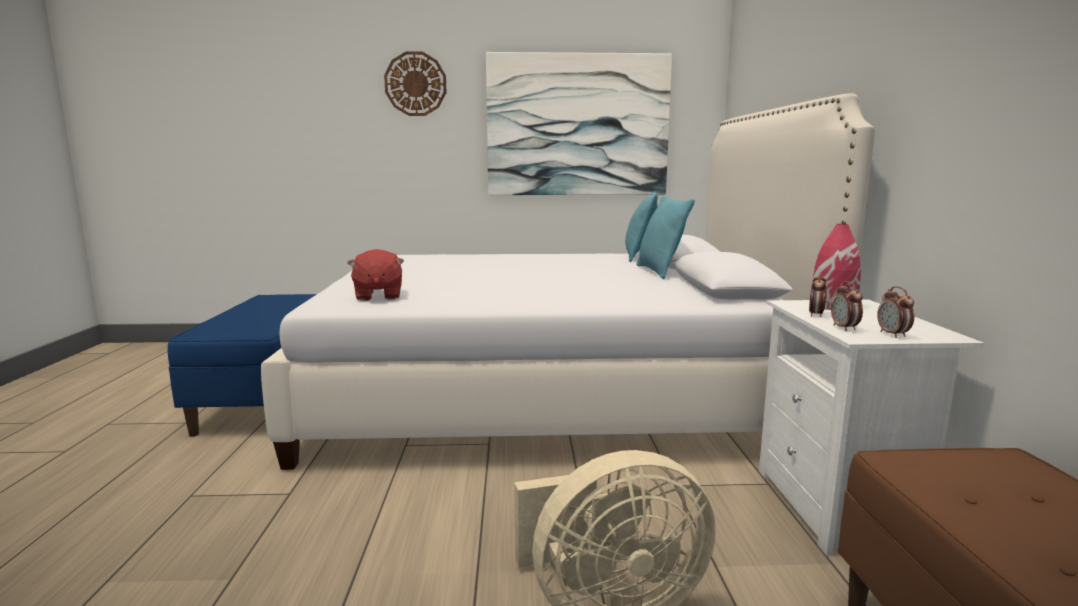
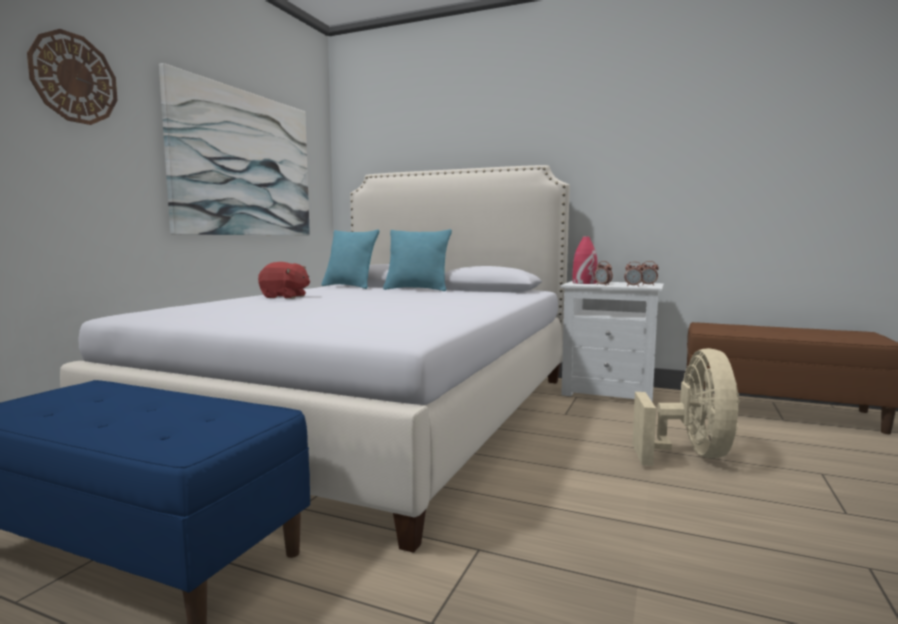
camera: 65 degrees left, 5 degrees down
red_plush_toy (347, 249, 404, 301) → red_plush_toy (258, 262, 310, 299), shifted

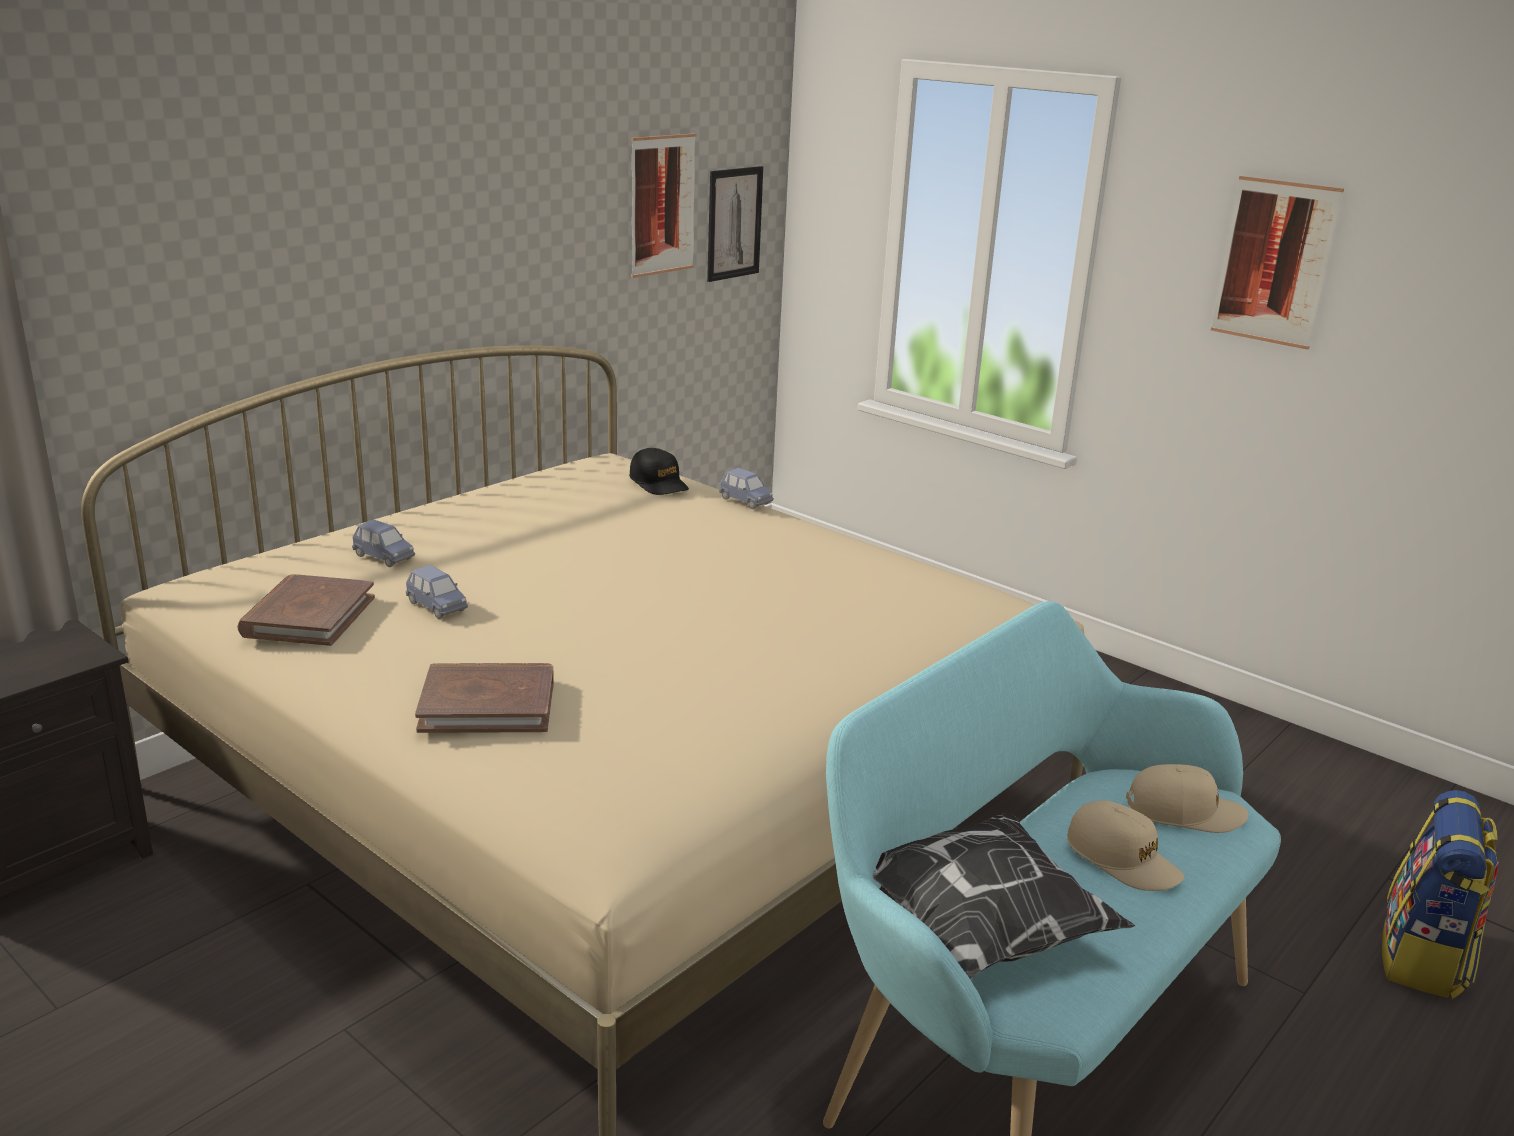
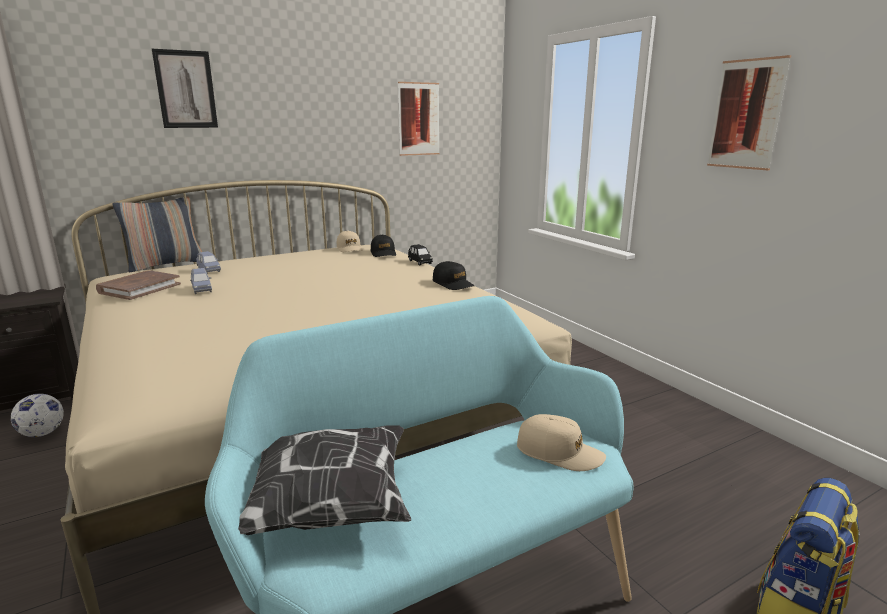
camera: 20 degrees right, 5 degrees down
brown_book (415, 663, 554, 733) → -
- → football (11, 393, 64, 437)
- → pillow (113, 196, 202, 272)
- → black_cap (433, 261, 474, 290)
picture (707, 166, 763, 282) → picture (152, 49, 218, 128), shifted
beige_cap (1067, 800, 1185, 891) → beige_cap (336, 231, 363, 252), shifted
blue_toy_car (719, 468, 774, 509) → black_toy_car (408, 244, 433, 266)

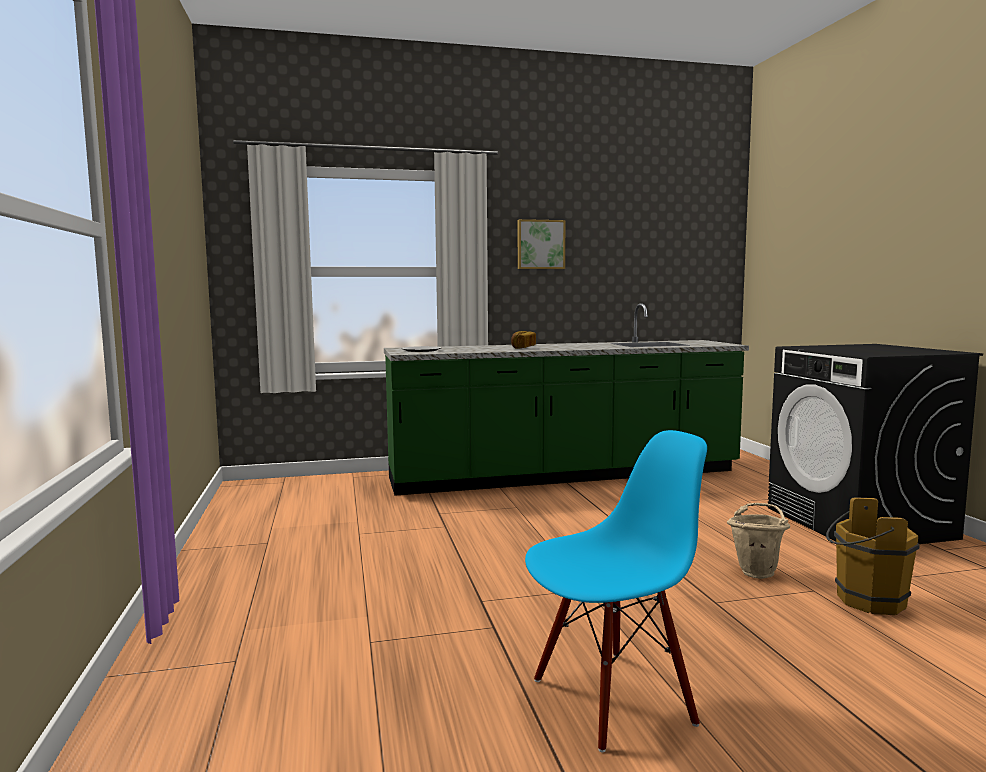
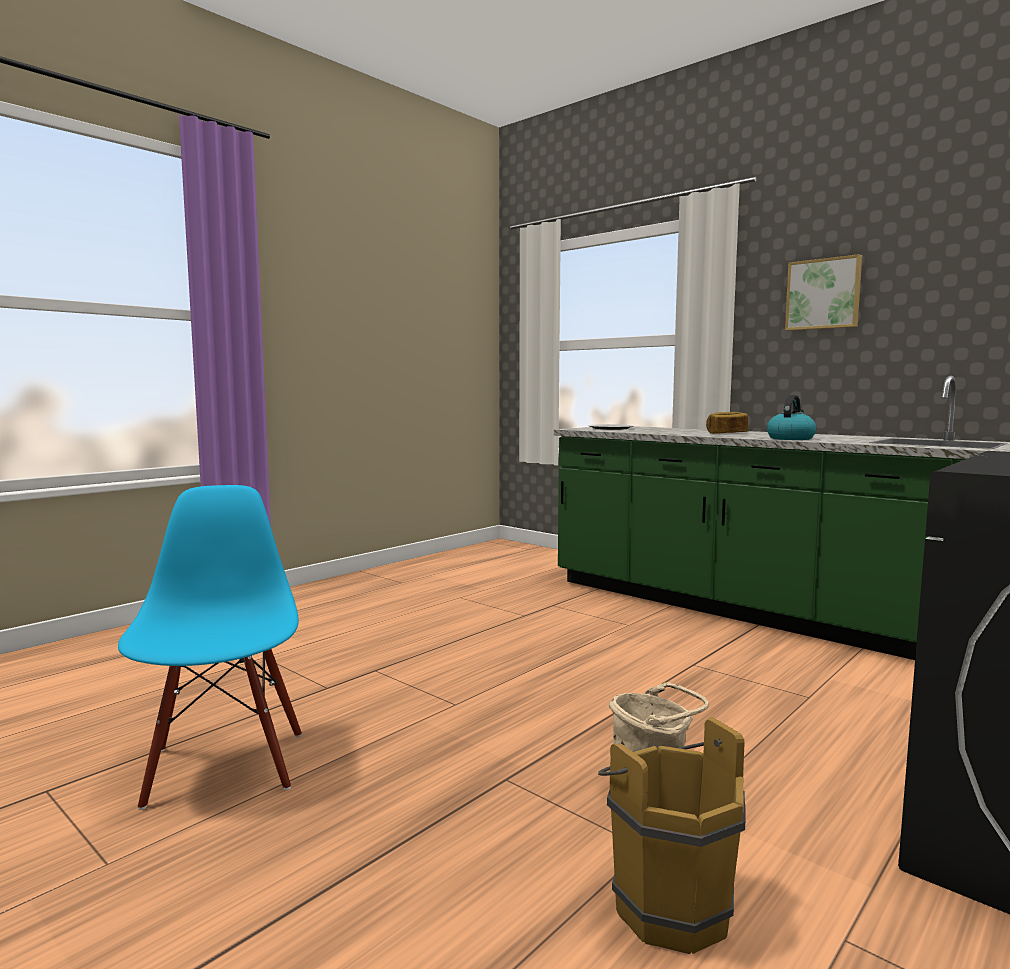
camera: 55 degrees right, 0 degrees up
- → kettle (767, 395, 816, 440)
blue_chair (525, 430, 707, 752) → blue_chair (118, 485, 302, 810), 135 degrees counterclockwise

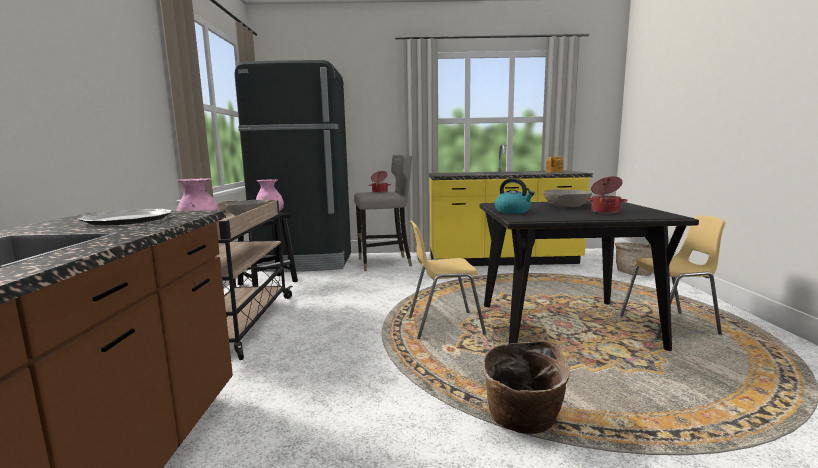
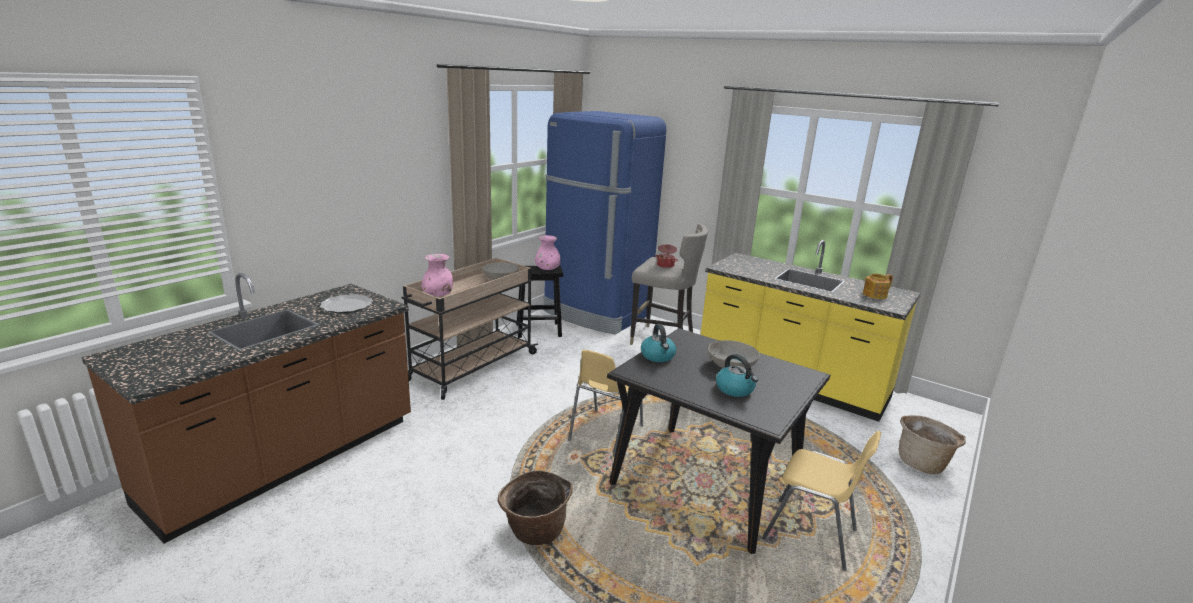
camera: 35 degrees right, 10 degrees up
cooking_pot (586, 176, 627, 213) → kettle (716, 354, 758, 397)
black_fridge (234, 60, 351, 272) → blue_fridge (543, 111, 666, 334)
yellow_chair (409, 221, 486, 339) → yellow_chair (568, 350, 643, 457), 90 degrees counterclockwise

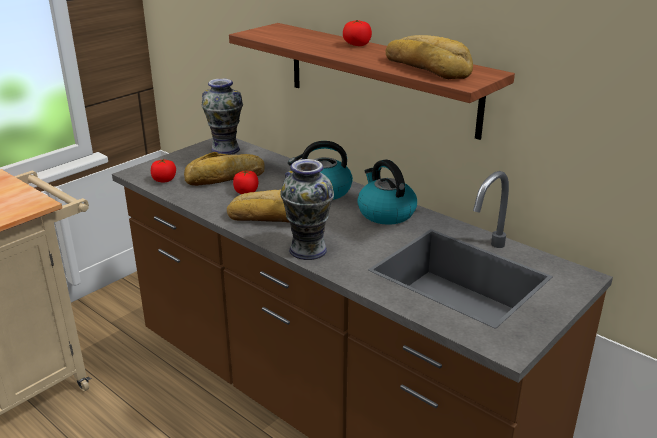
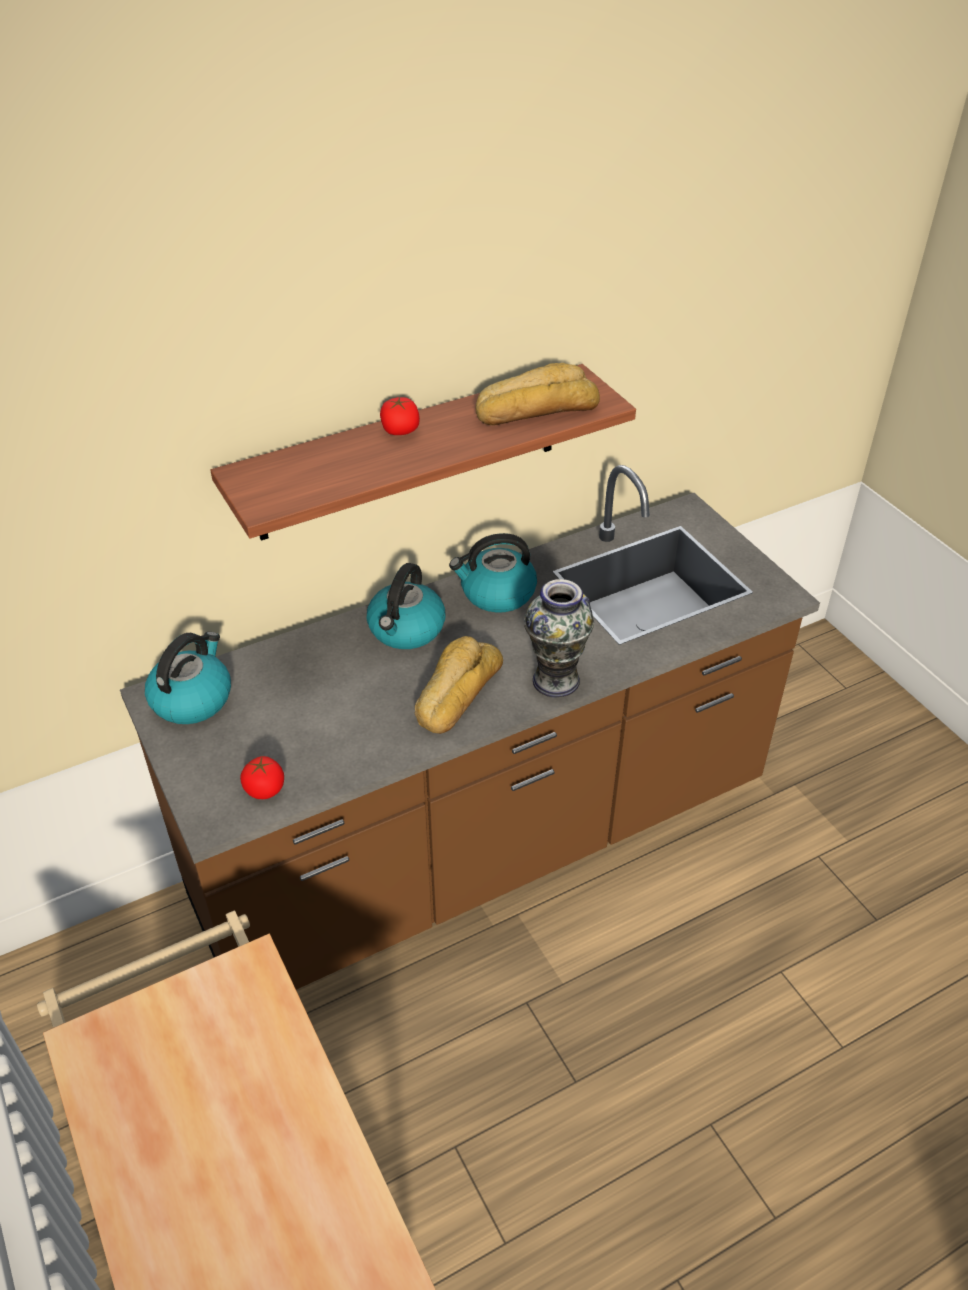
camera: 70 degrees left, 15 degrees up
bread (184, 152, 265, 186) → -
tomato (233, 171, 258, 194) → -
vase (202, 78, 243, 155) → kettle (145, 632, 231, 724)

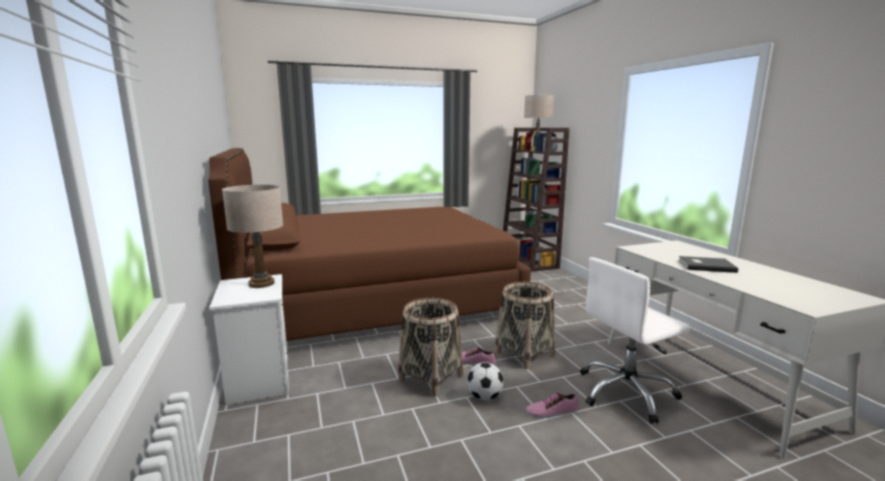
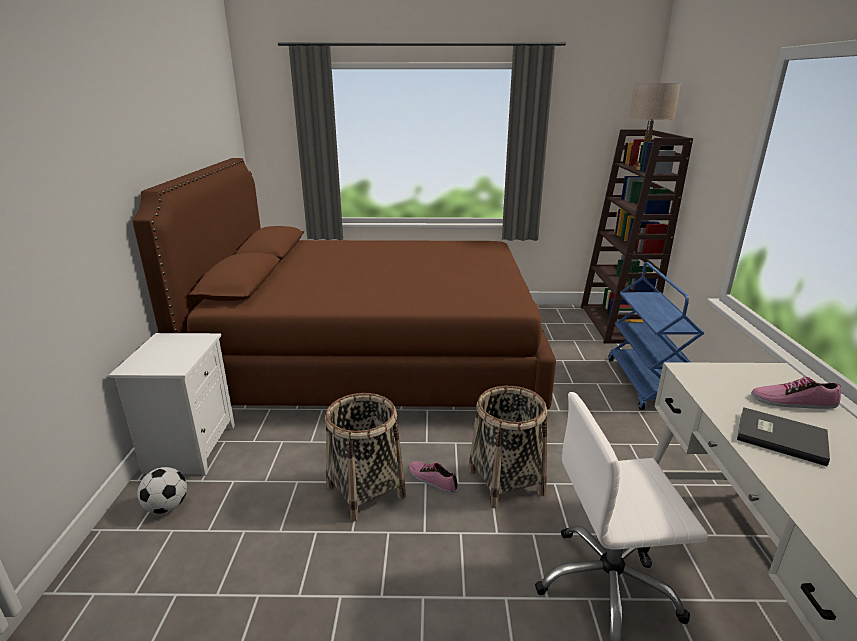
camera: 20 degrees right, 10 degrees up
beige_table_lamp (222, 185, 283, 288) → -
- → blue_cart (608, 262, 704, 410)
football (467, 362, 504, 400) → football (137, 467, 187, 514), shifted
shoe (526, 393, 579, 418) → shoe (751, 377, 841, 409), shifted

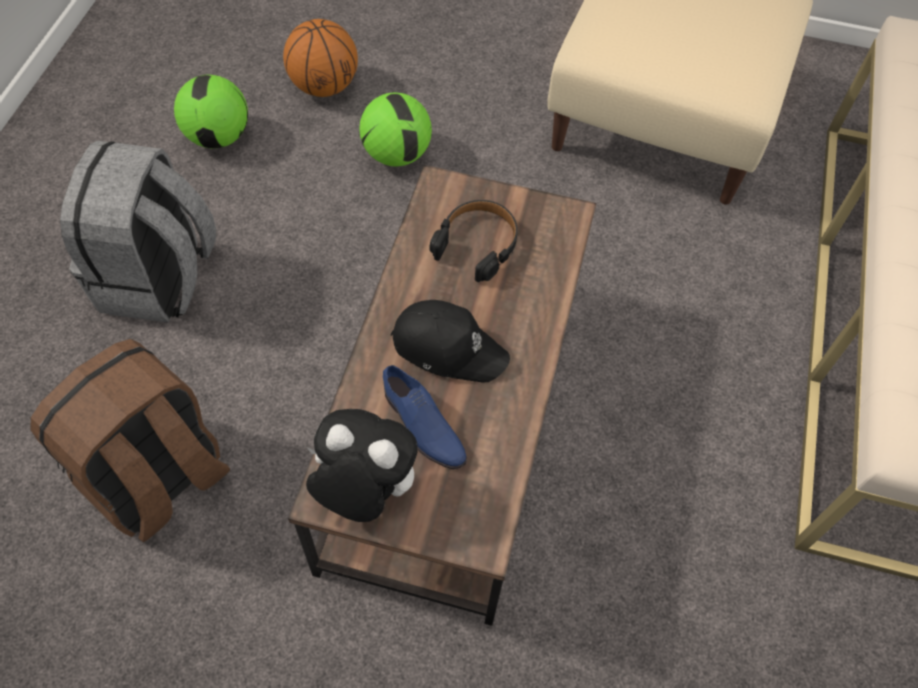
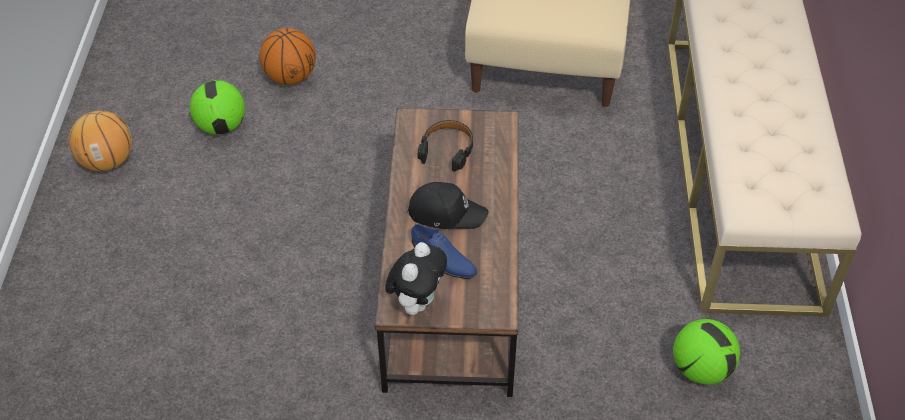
camera: 10 degrees left, 10 degrees down
brown_backpack (31, 339, 230, 543) → -
grey_backpack (60, 141, 216, 323) → -
- → basketball (69, 111, 132, 171)
football (359, 92, 432, 167) → football (673, 319, 740, 385), shifted
plush_toy (306, 409, 418, 522) → plush_toy (385, 242, 447, 315), 105 degrees clockwise

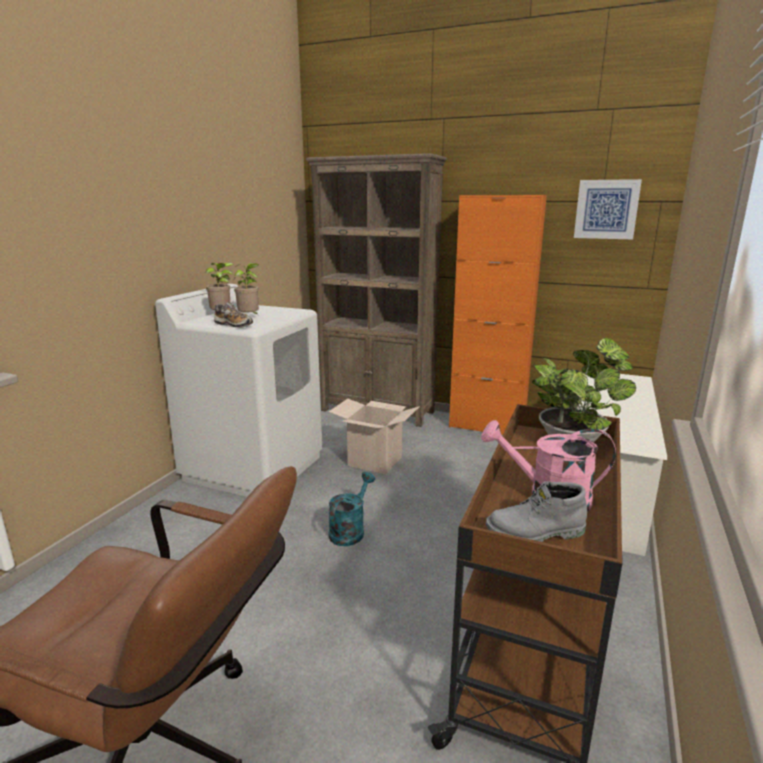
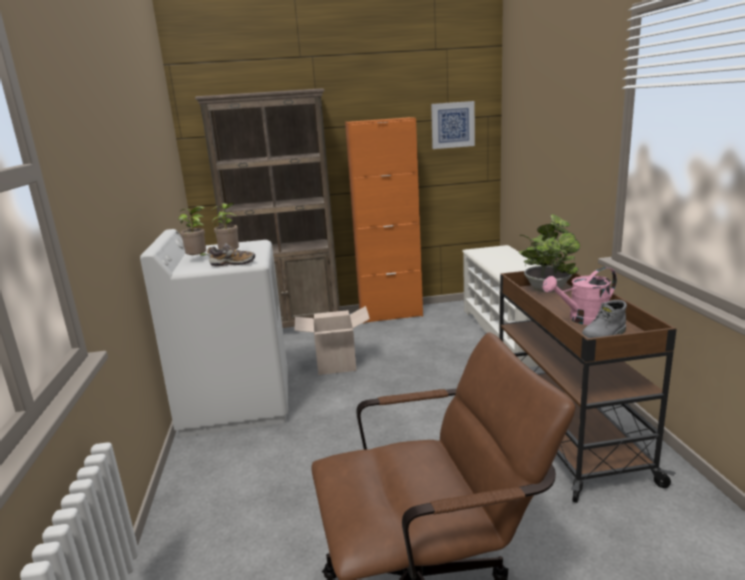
camera: 30 degrees left, 0 degrees up
turquoise_watering_can (329, 472, 375, 546) → -

